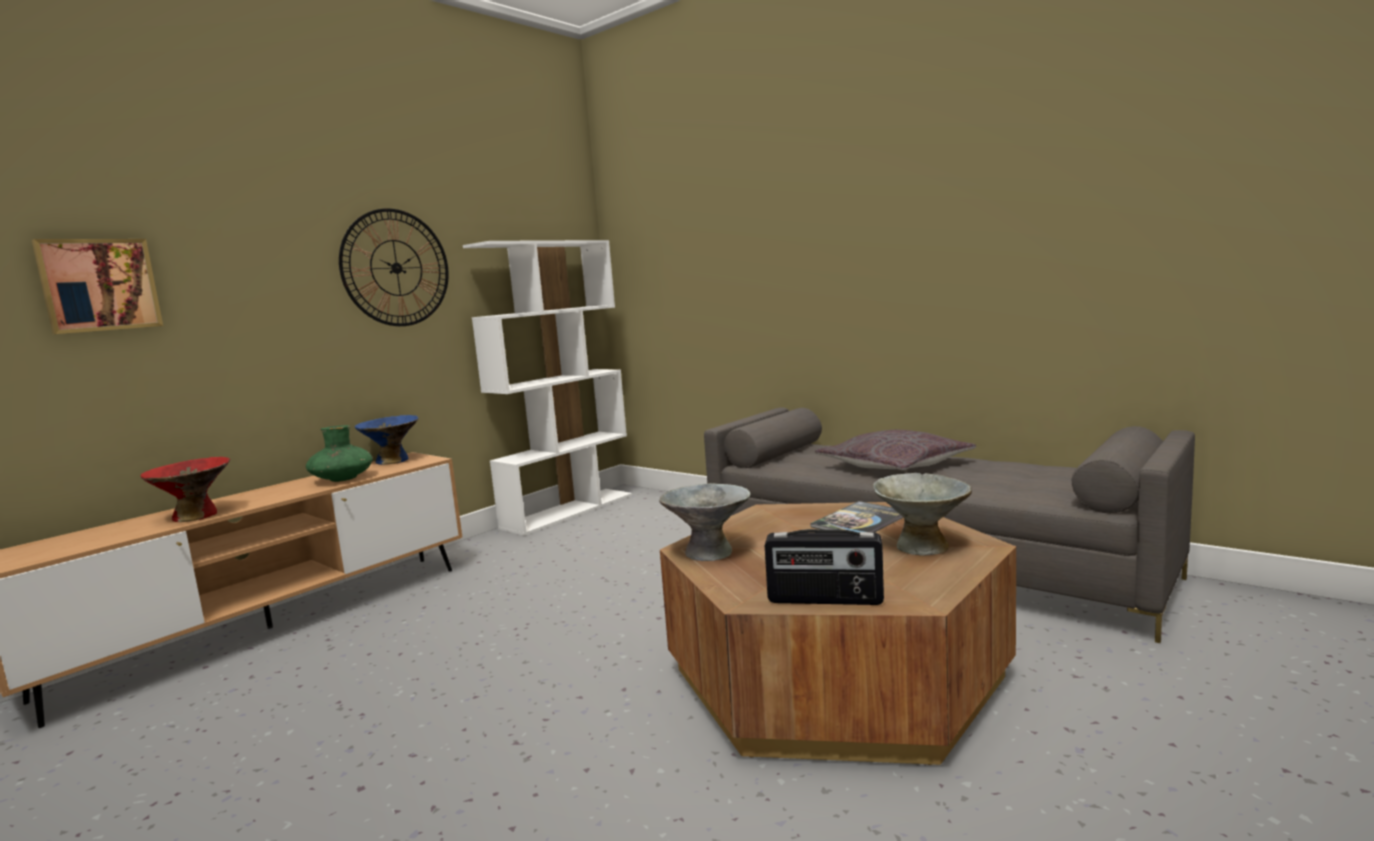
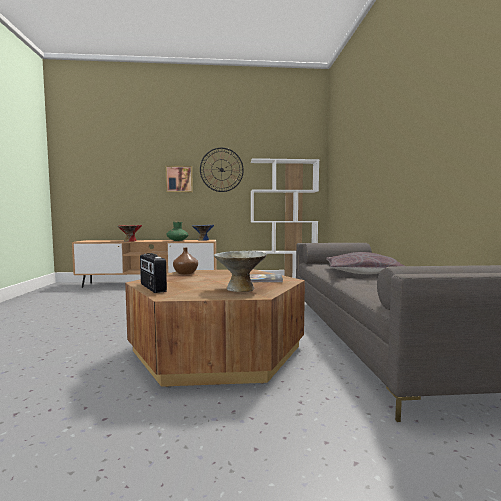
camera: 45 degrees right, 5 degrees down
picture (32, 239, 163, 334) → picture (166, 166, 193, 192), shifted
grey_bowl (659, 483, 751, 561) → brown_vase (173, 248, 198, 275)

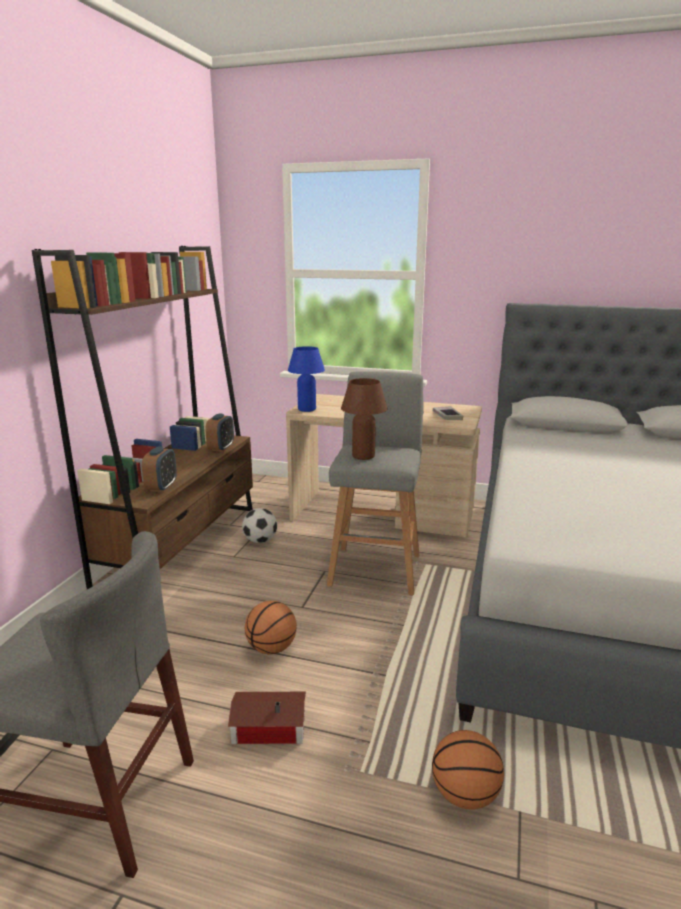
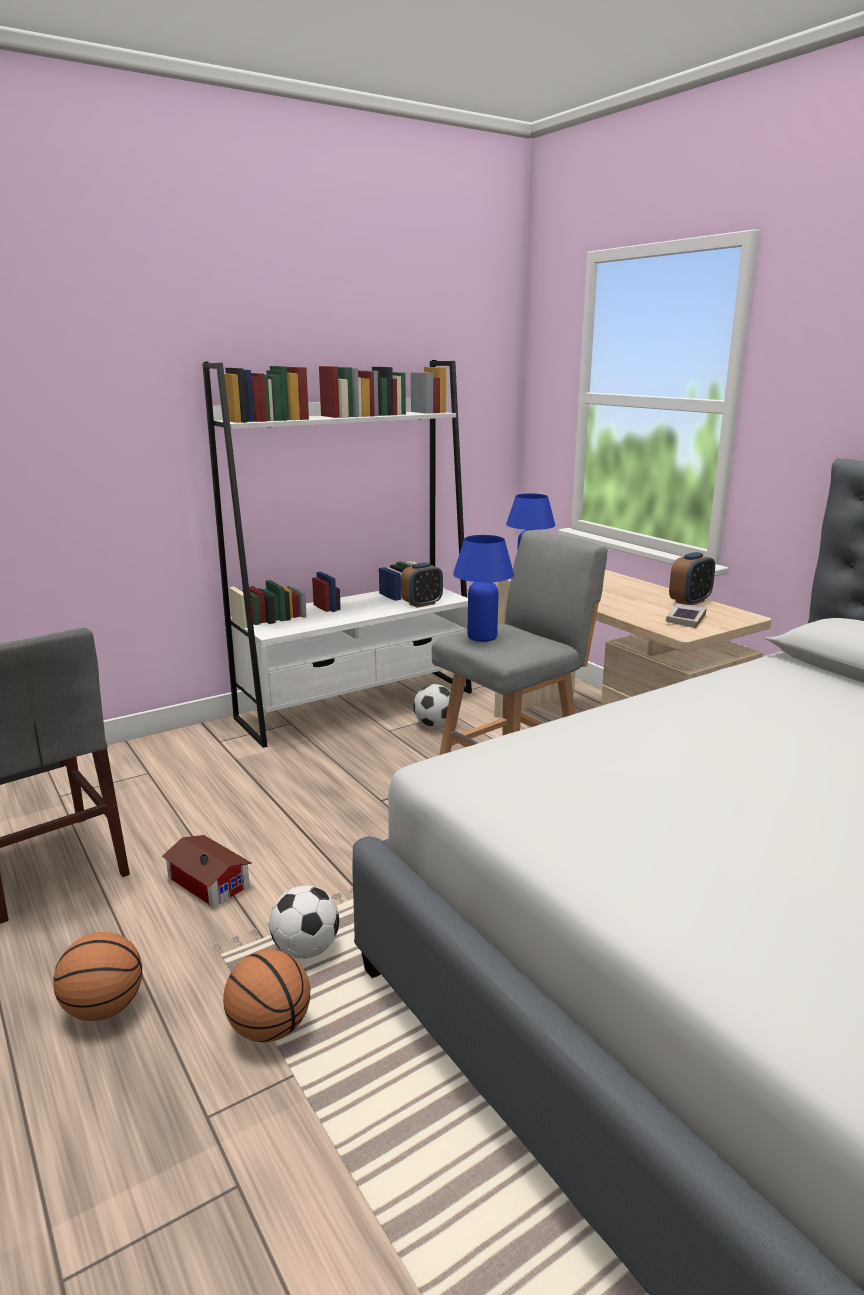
camera: 40 degrees right, 0 degrees up
- → football (269, 886, 339, 959)
alarm_clock (142, 447, 177, 492) → alarm_clock (669, 552, 715, 605), shifted
basketball (245, 601, 297, 654) → basketball (53, 932, 142, 1021), shifted
brown_bookcase (32, 246, 253, 589) → white_bookcase (202, 360, 472, 748)
brown_table_lamp (341, 378, 388, 460) → blue_table_lamp (453, 535, 514, 642)

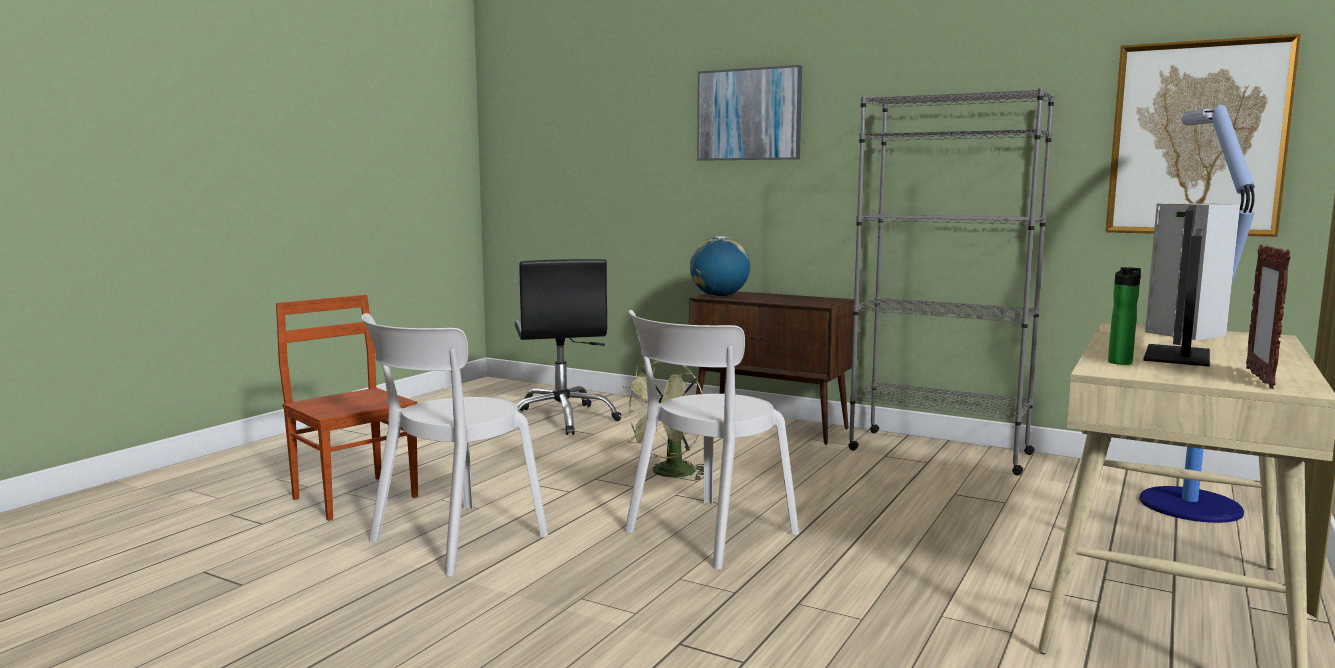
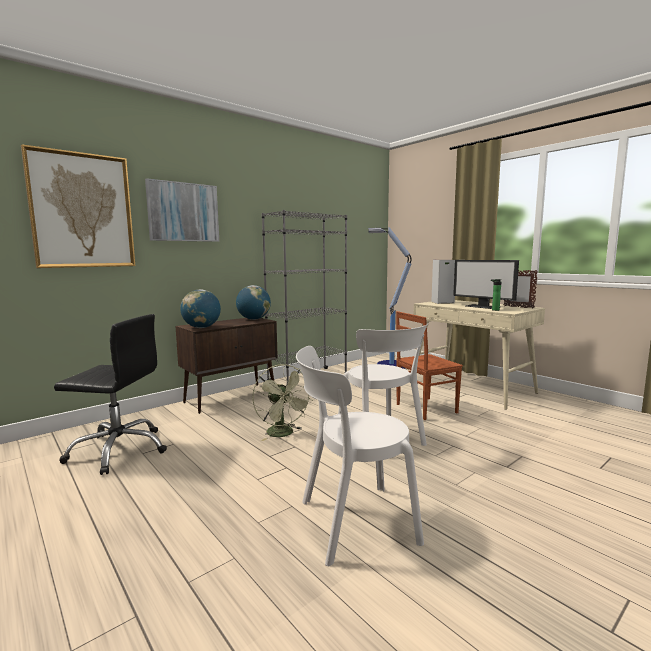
camera: 70 degrees left, 0 degrees up
- → globe (236, 285, 271, 320)
brown_chair (276, 295, 418, 521) → brown_chair (396, 311, 463, 420), shifted
picture (1105, 34, 1301, 237) → picture (21, 144, 135, 268), shifted
white_chair (361, 313, 548, 576) → white_chair (296, 346, 424, 566), 105 degrees clockwise

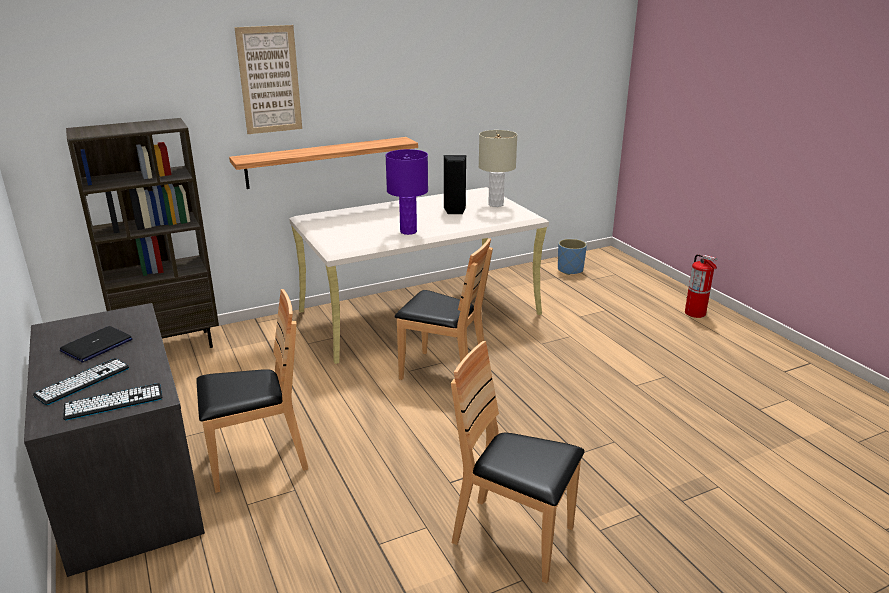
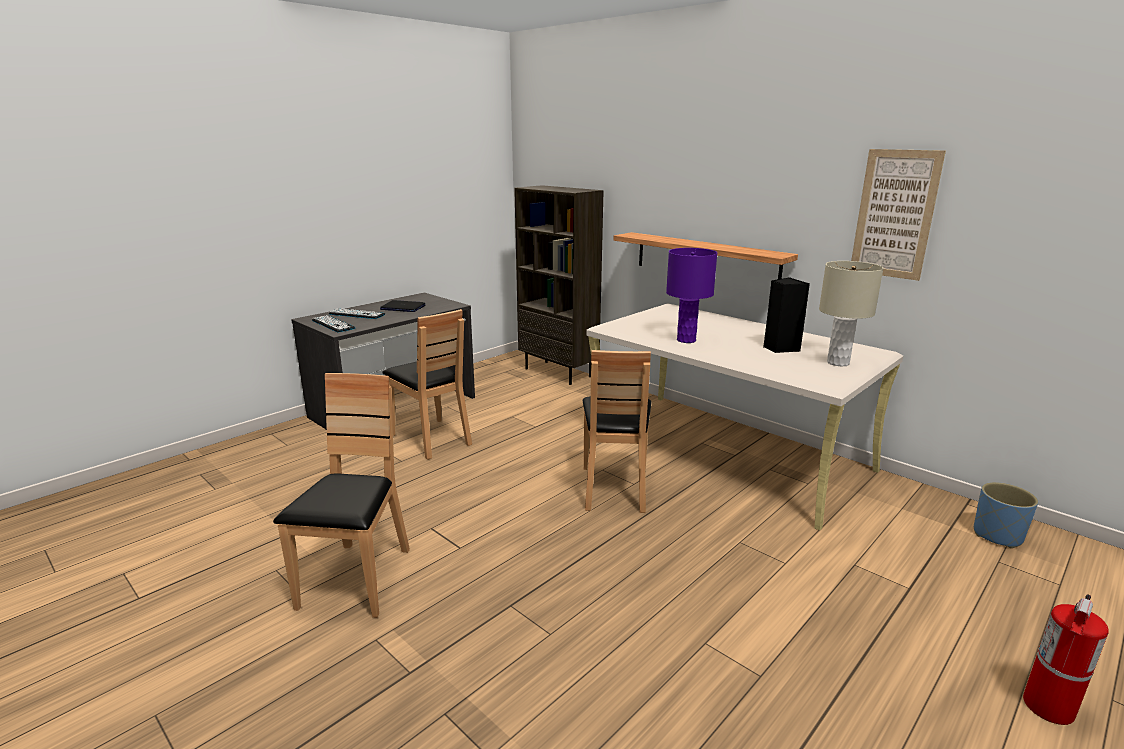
camera: 70 degrees right, 5 degrees down
picture (234, 25, 302, 134) → picture (851, 149, 946, 281), shifted

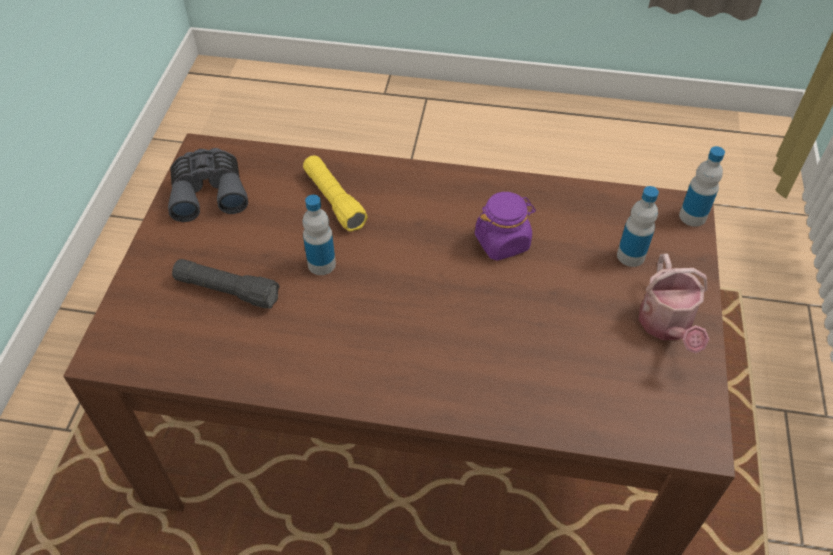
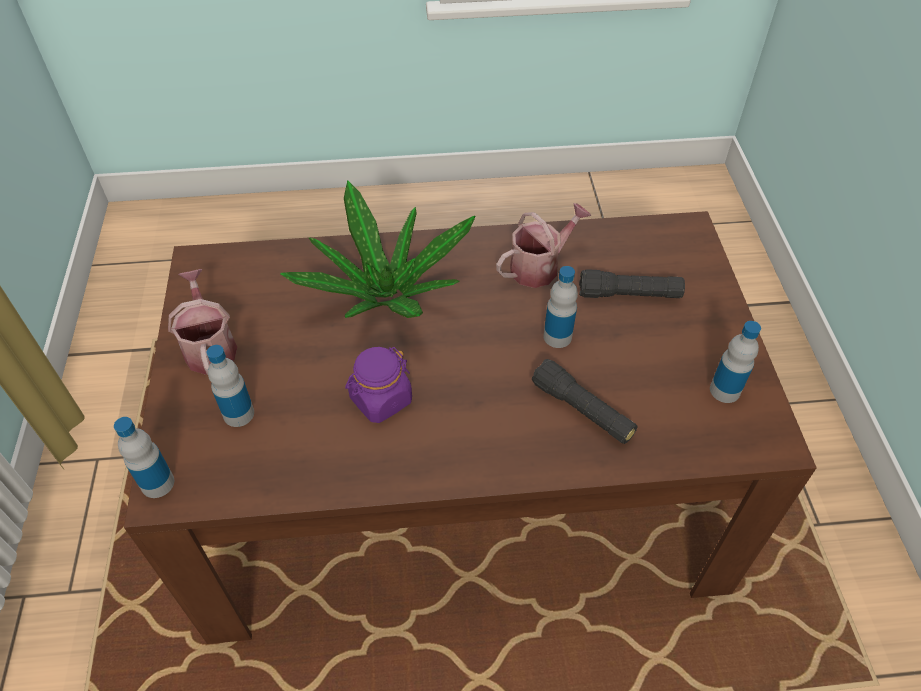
camera: 165 degrees right, 0 degrees up
- → potted_plant (281, 181, 476, 318)
- → watering_can (496, 203, 591, 288)
grey_binoculars (168, 148, 248, 222) → bottle (710, 321, 761, 403)
yellow_flashlight (303, 155, 368, 232) → black_flashlight (532, 359, 638, 444)

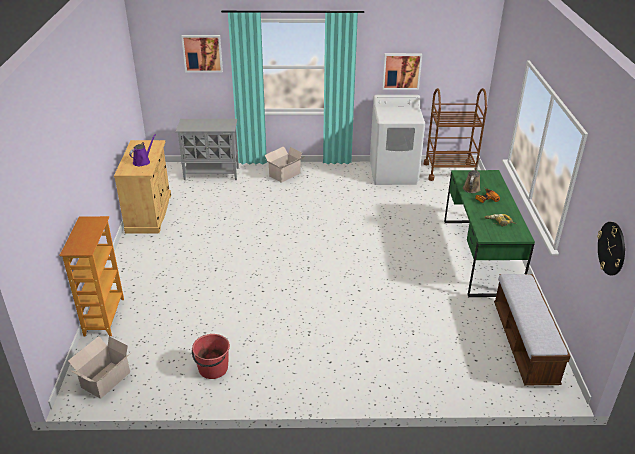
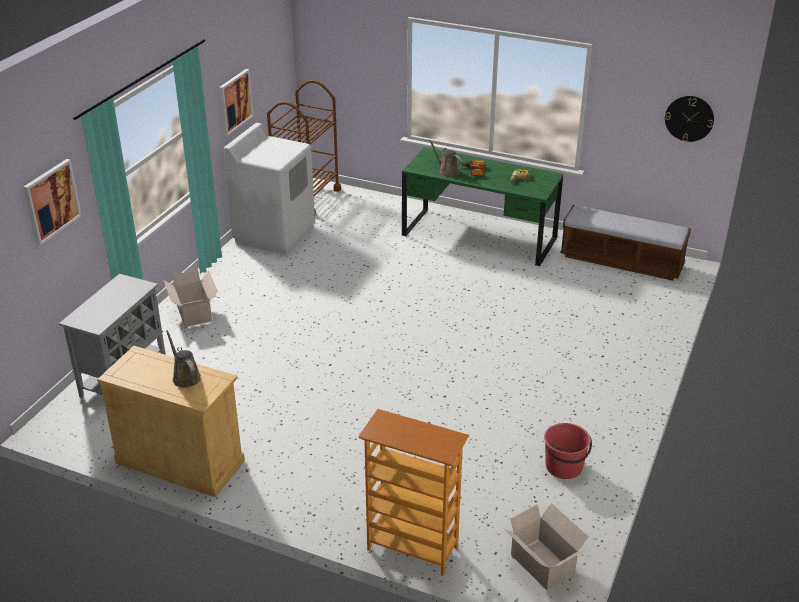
camera: 65 degrees left, 0 degrees up
purple_watering_can (129, 134, 156, 166) → brown_watering_can (166, 330, 201, 387)

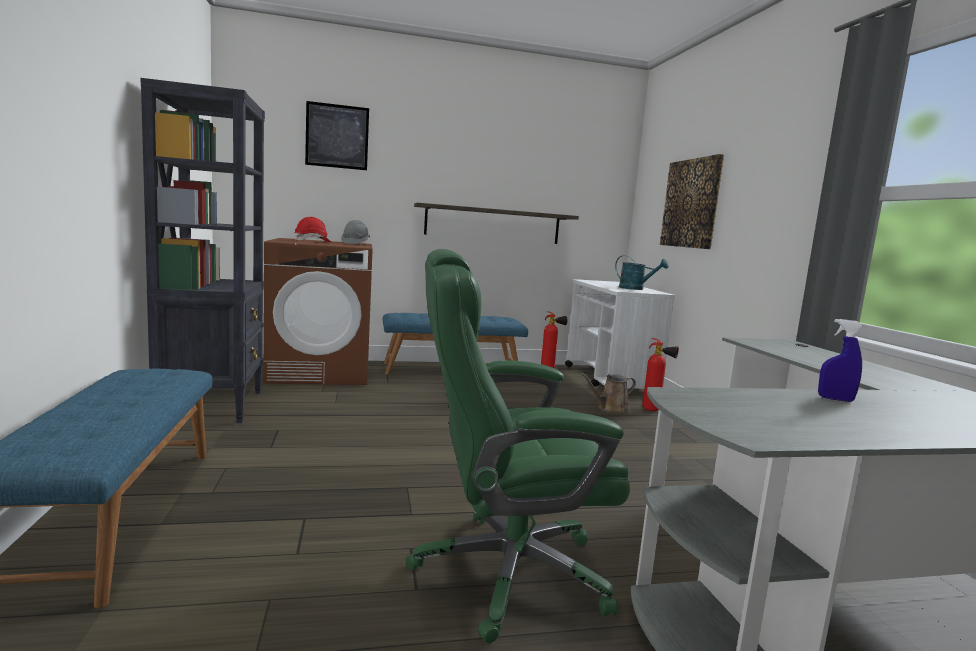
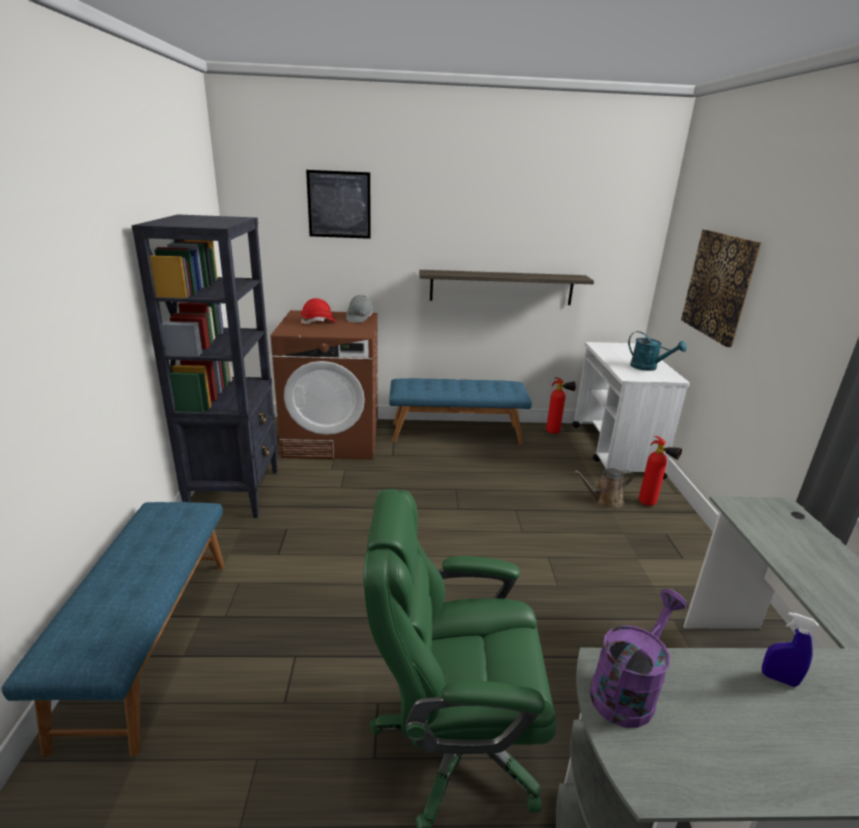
camera: 10 degrees right, 15 degrees up
- → purple_watering_can (590, 589, 687, 728)

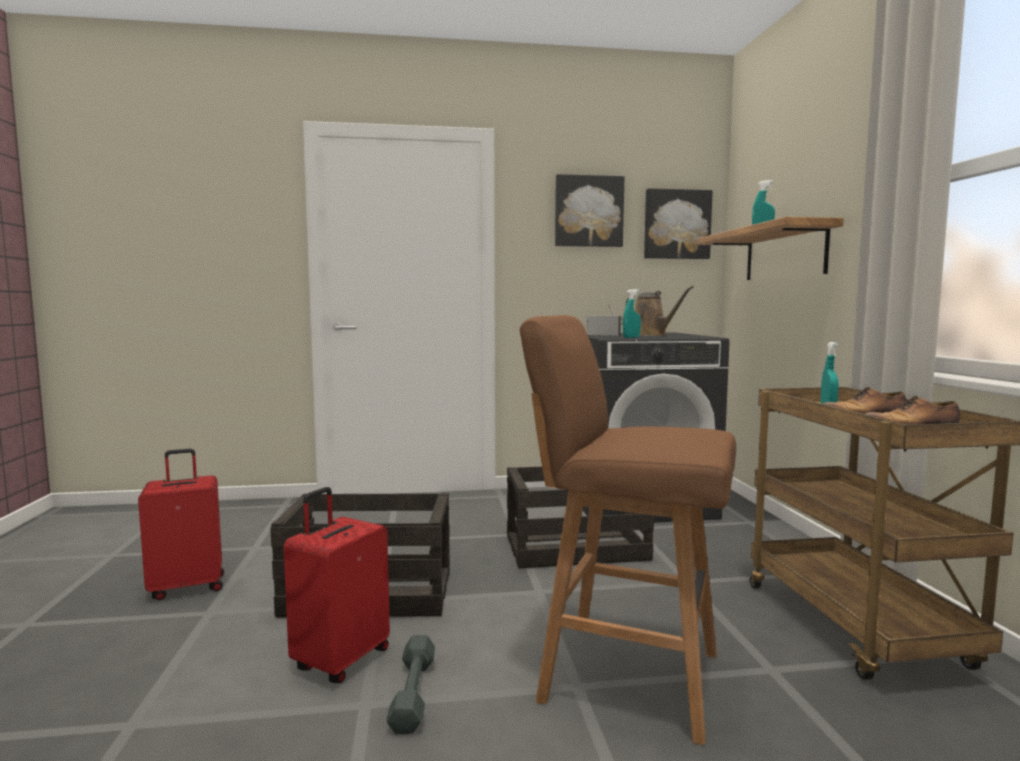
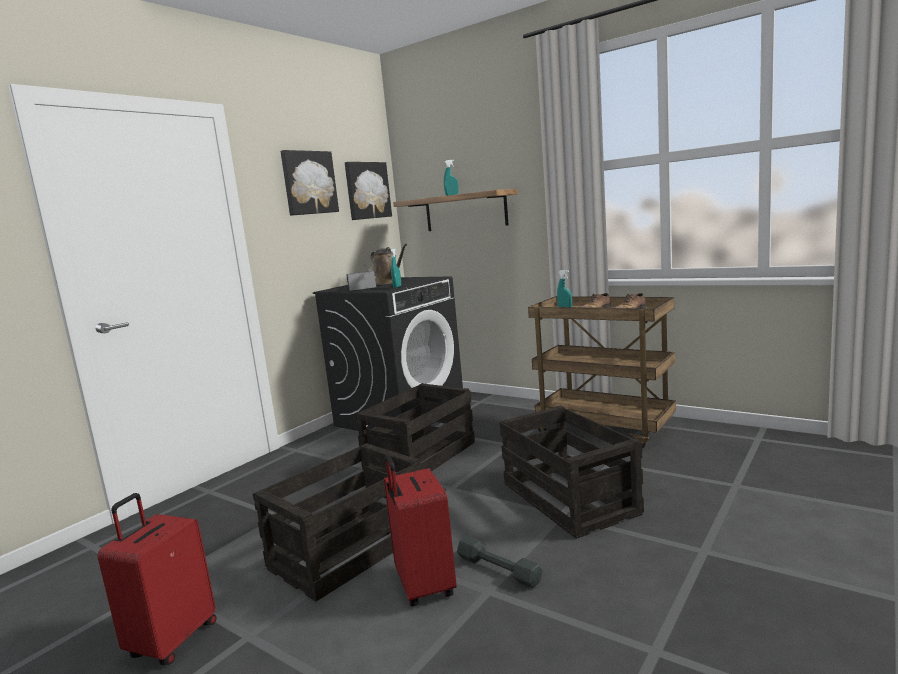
camera: 45 degrees left, 5 degrees up
brown_stool (520, 315, 736, 745) → crate (500, 405, 644, 539)
brown_watering_can (625, 286, 694, 336) → brown_watering_can (371, 244, 407, 285), 45 degrees clockwise

